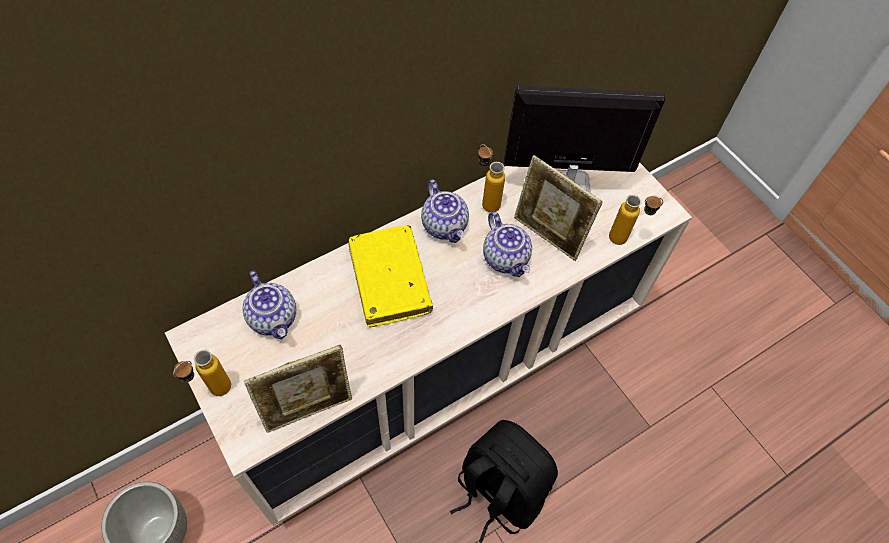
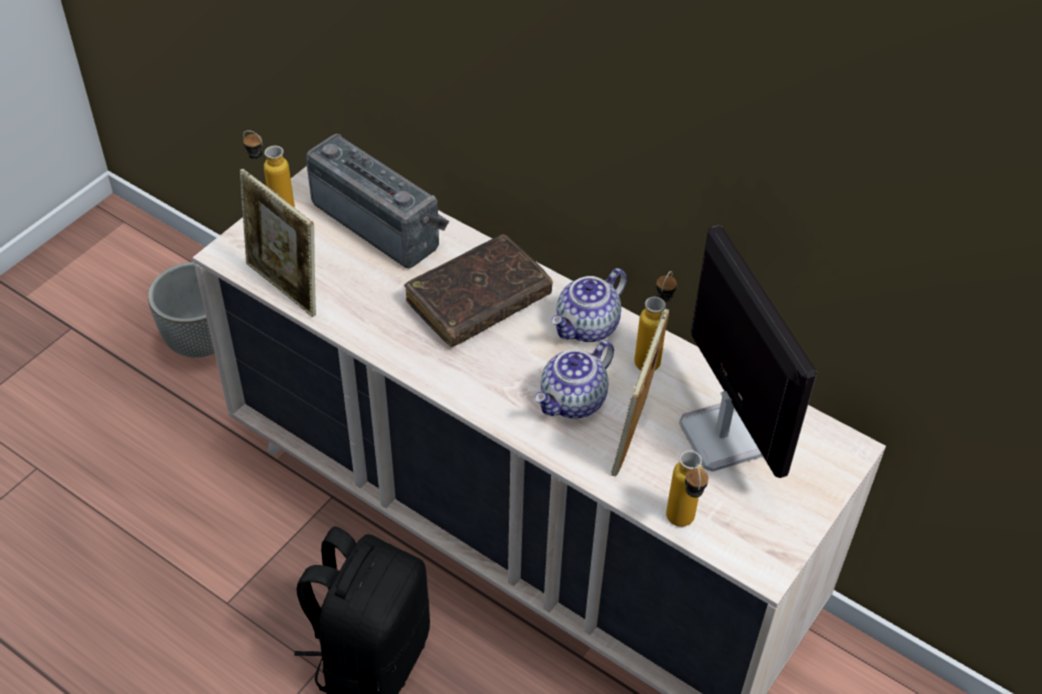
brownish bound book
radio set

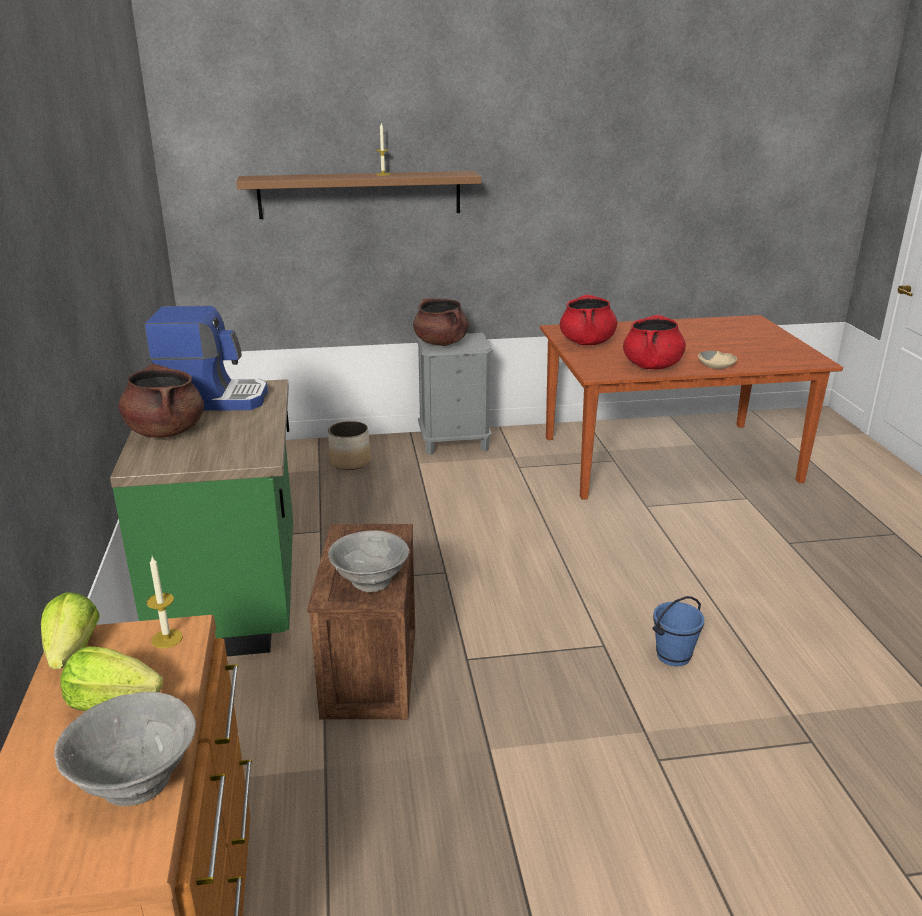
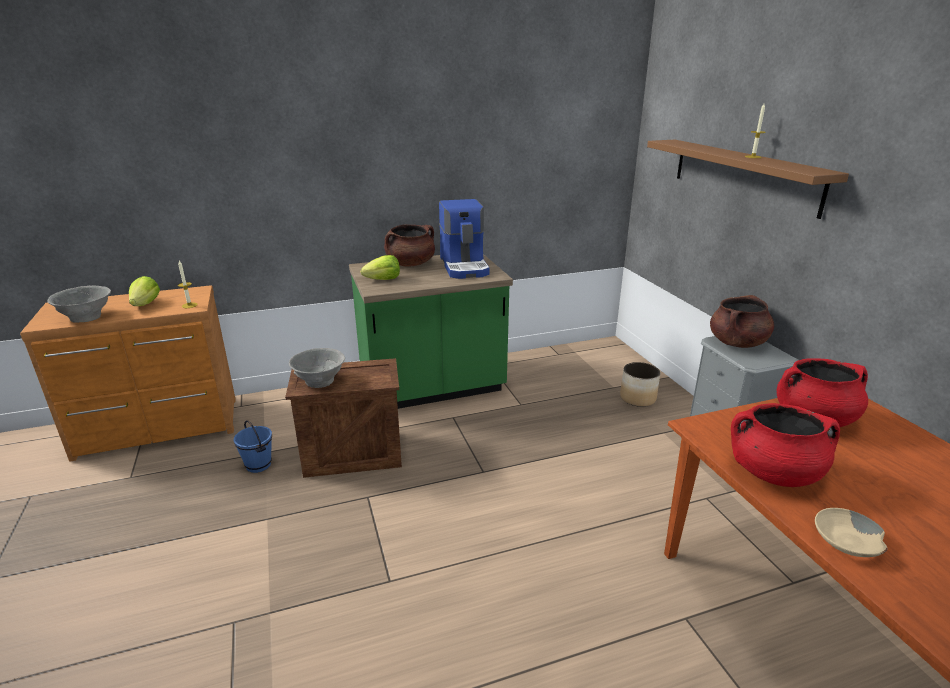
lettuce (2nd from left)
blue pail

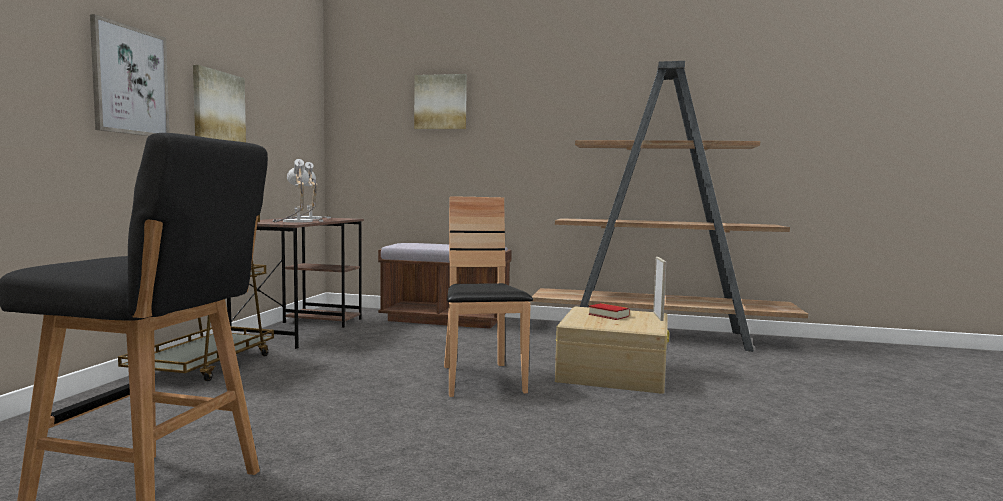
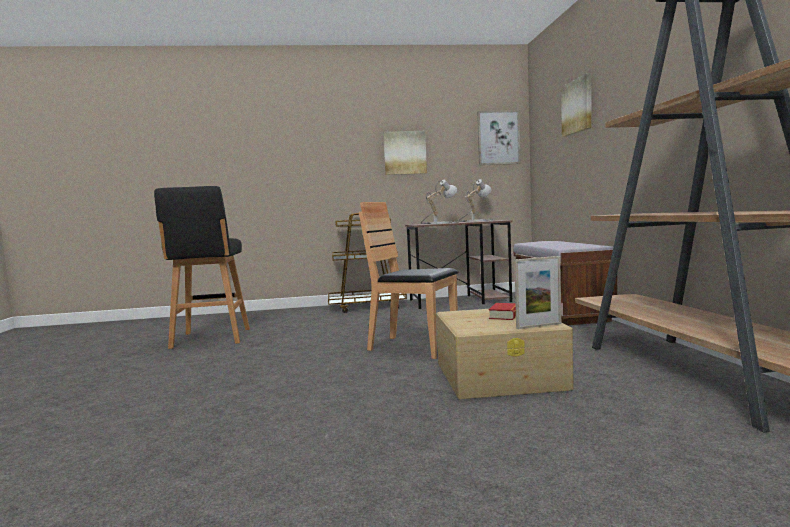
wall art (2nd from left)
brownish upright chair

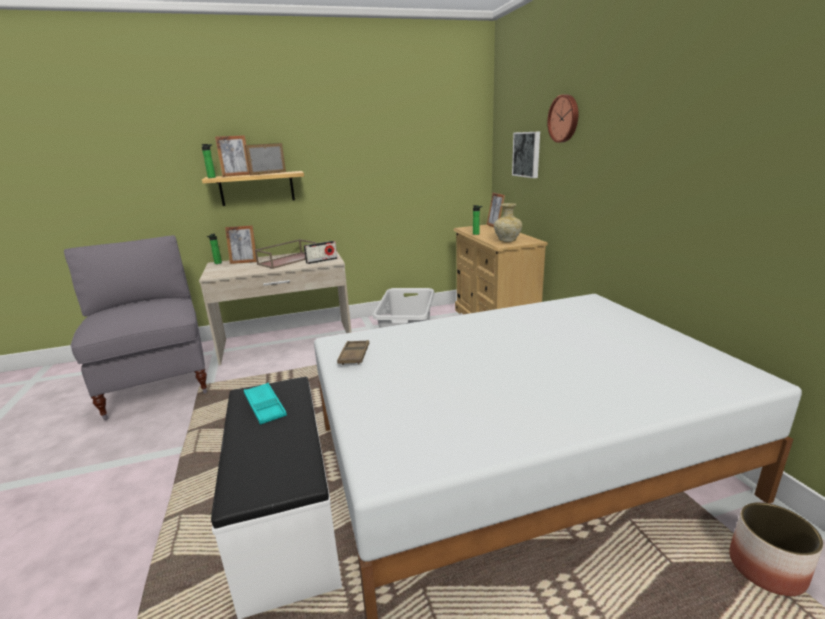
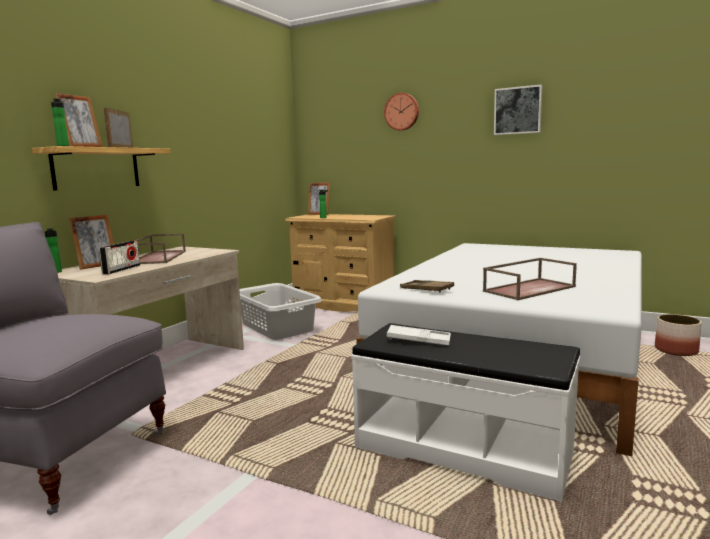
wall art
beige-coloured vase
radio set
white-coloured serving tray
brownish serving tray (3rd from left)

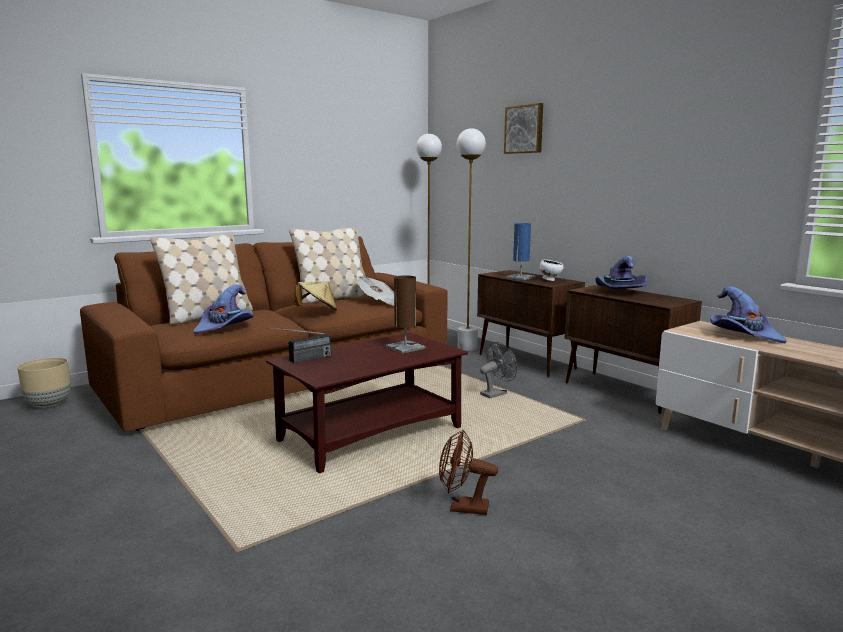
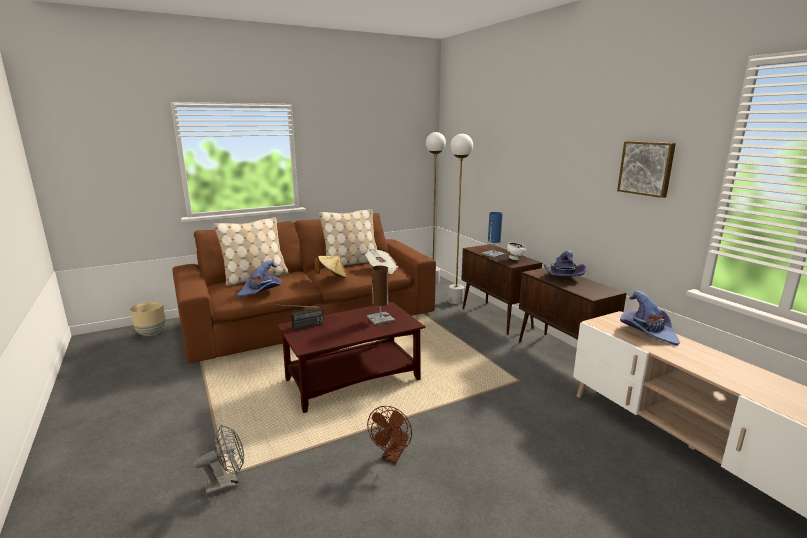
wall art
grey cooling fan
brownish cooling fan

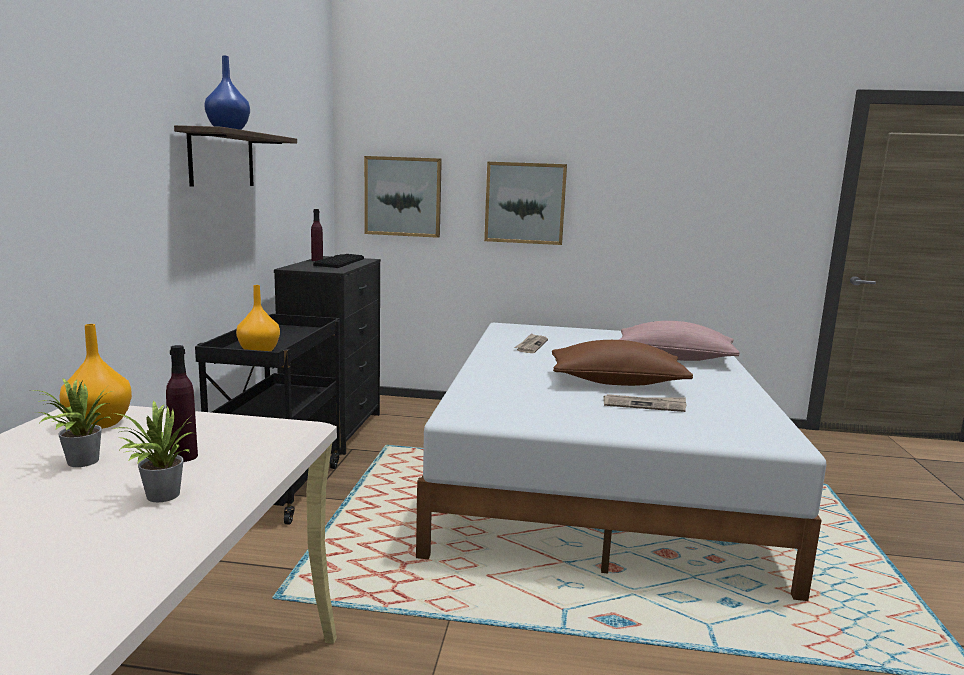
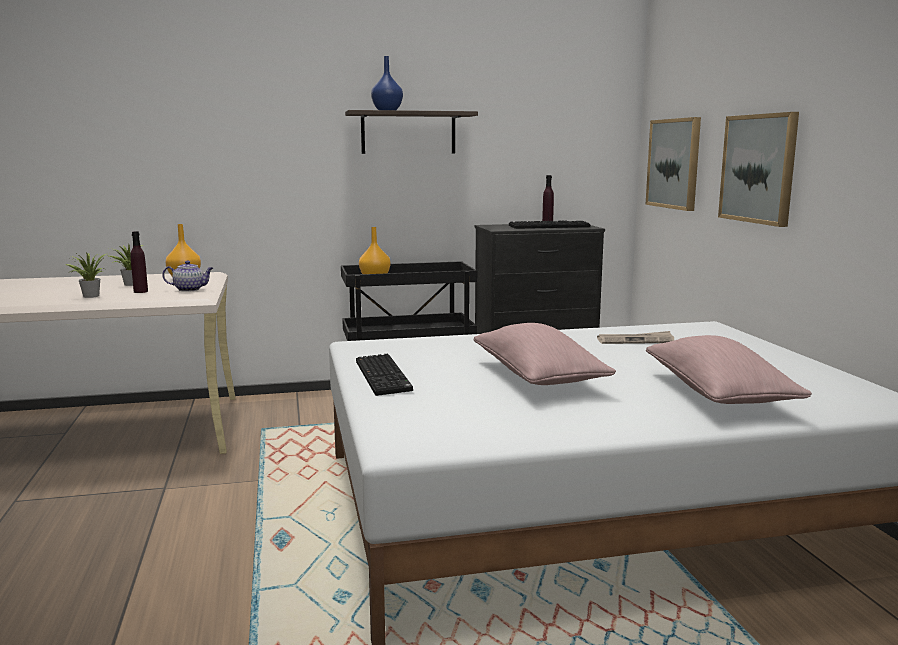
pink cushion (1st from left)
printed paper (2nd from left in the first image)
pot for tea
keyboard (1st from left)

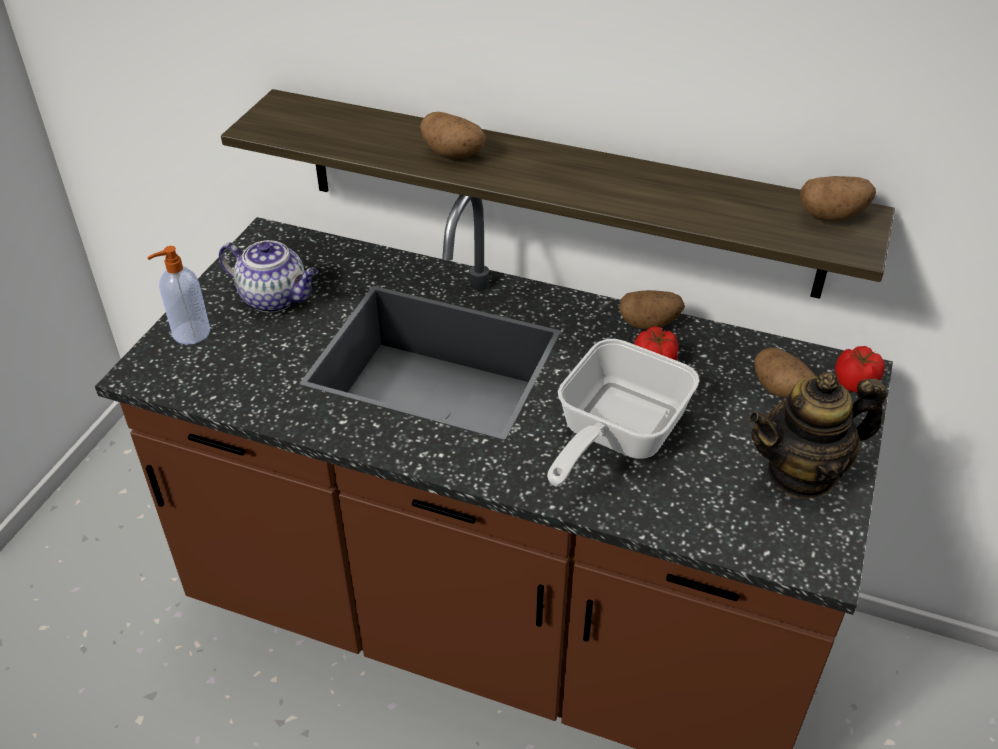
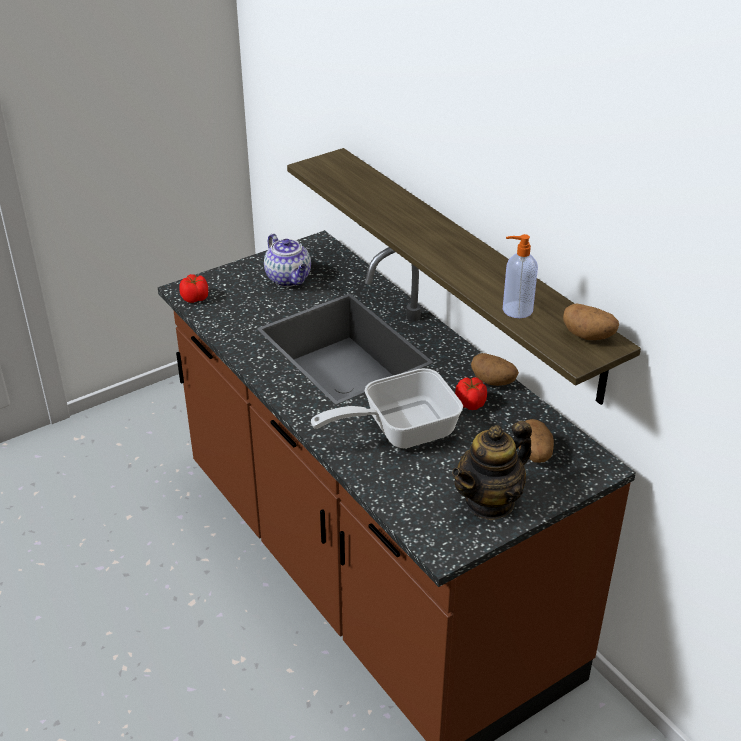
whole potato (1st from left in the first image)
liquid soap bottle
fresh tomato (1st from left)
pot for tea (2nd from left)

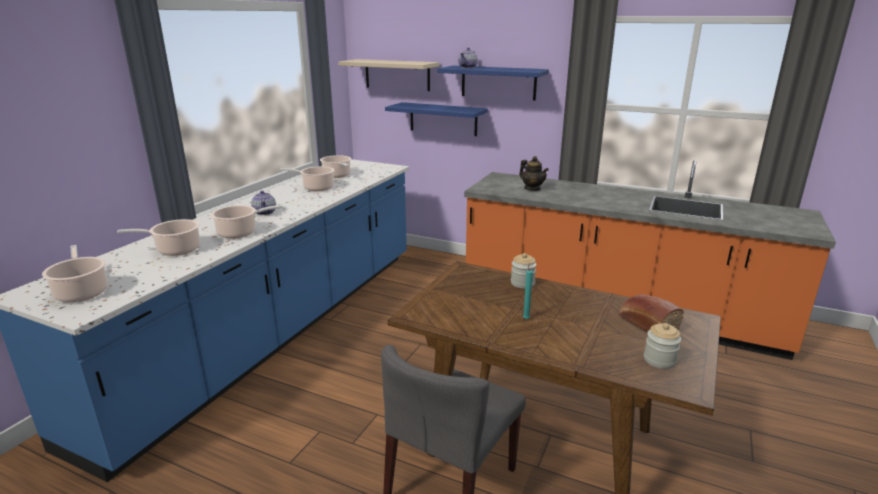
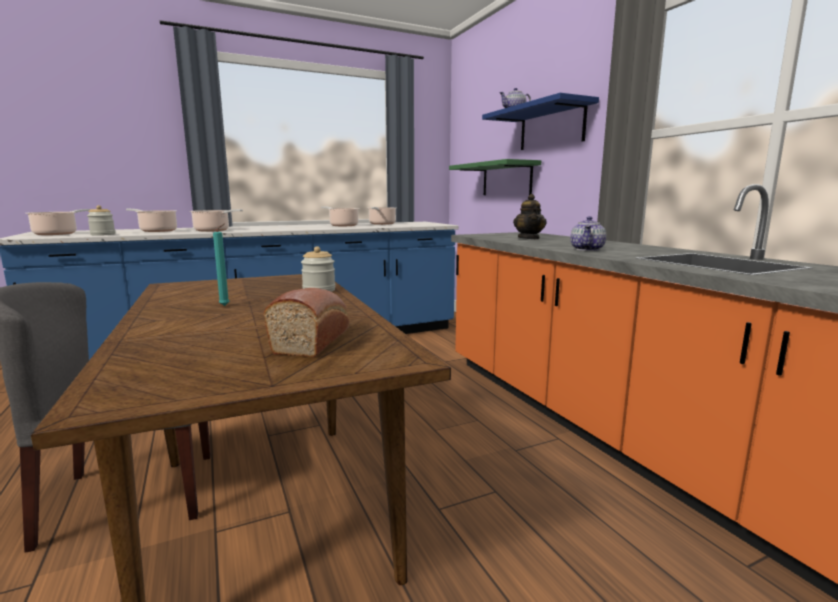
beige-coloured bracket shelf
green-coloured bracket shelf
pot for tea (3rd from left)
jar (1st from left)

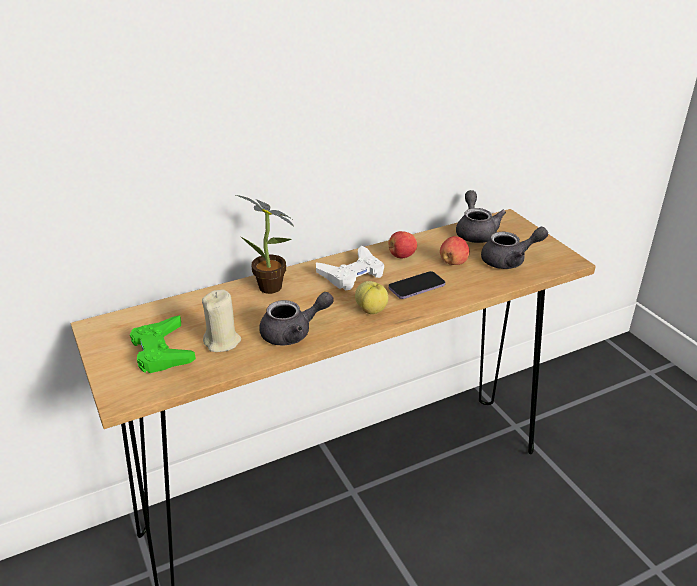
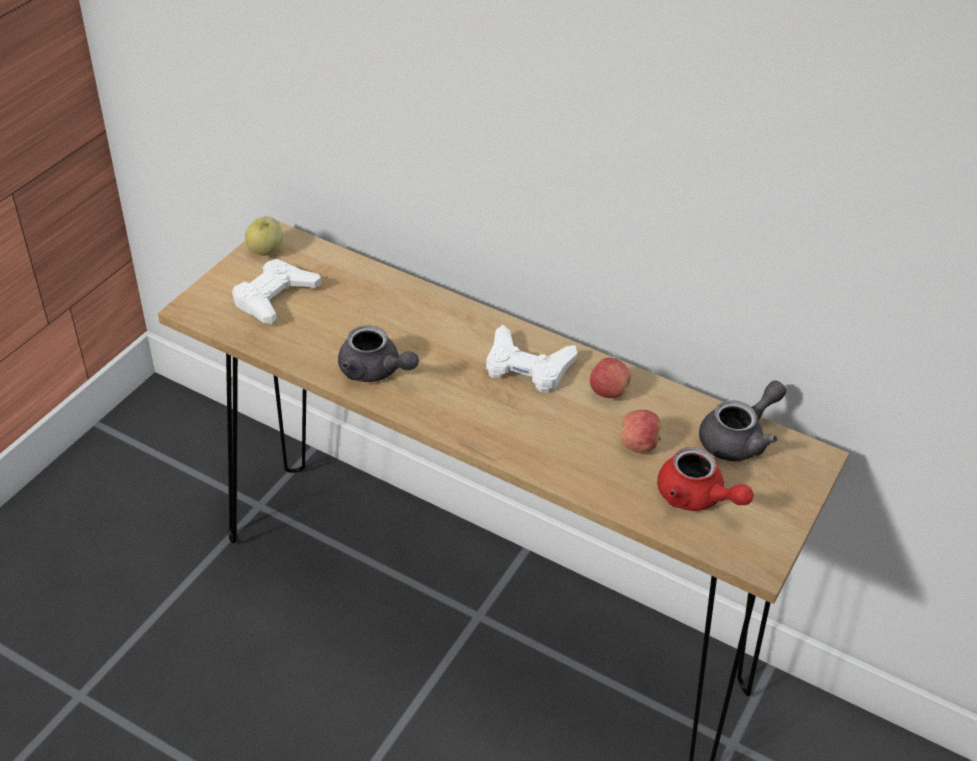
potted plant
red-coloured pot for tea
handset
apple (1st from left)
beige-coloured wax candle
white-coloured game controller (1st from left)

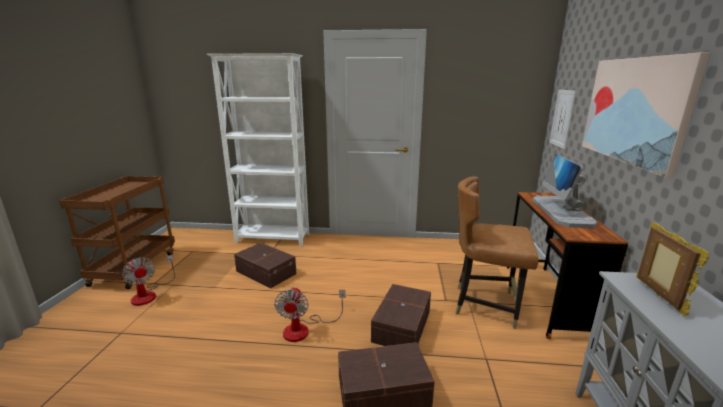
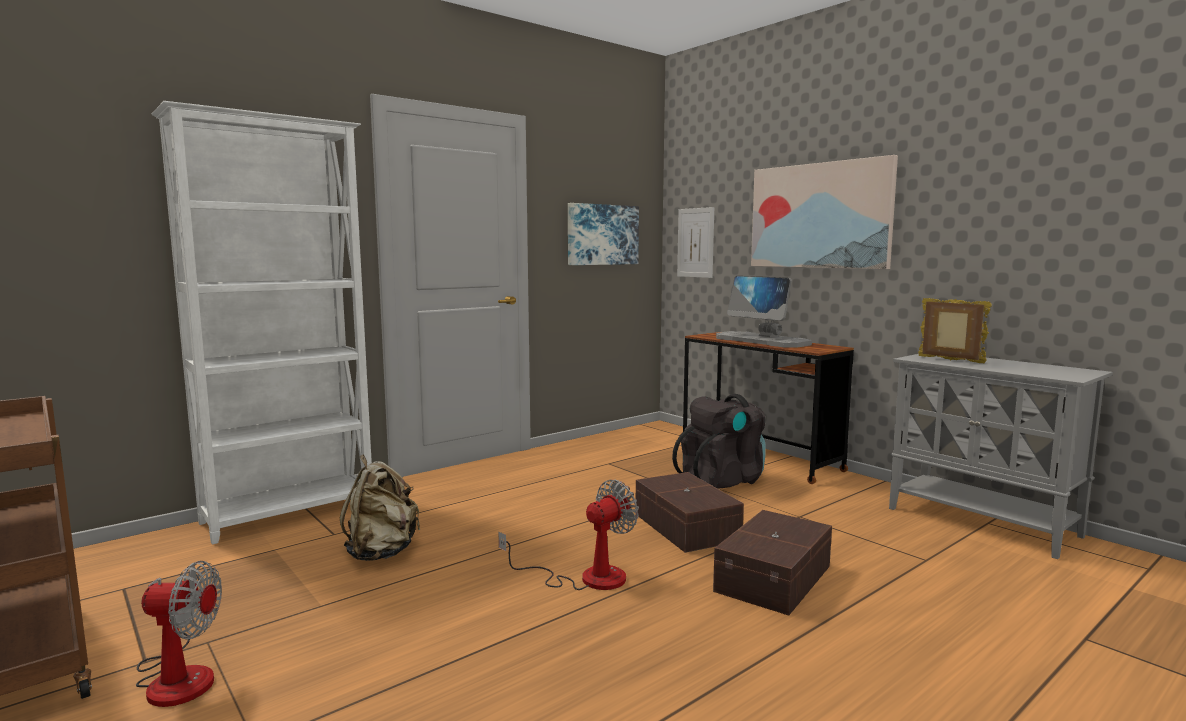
black knapsack
beige-coloured knapsack
cooling fan (2nd from left)
wall art (1st from left)

